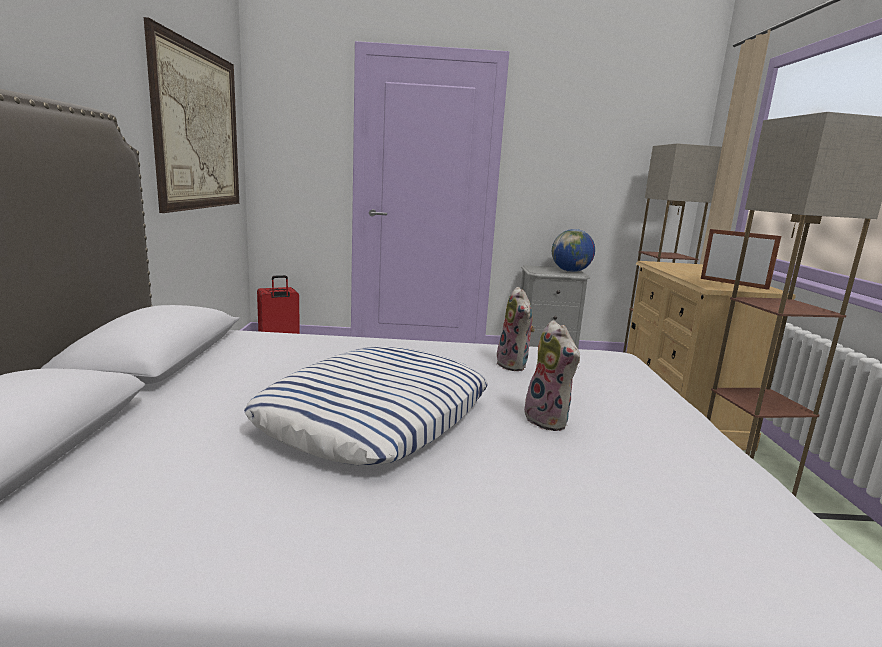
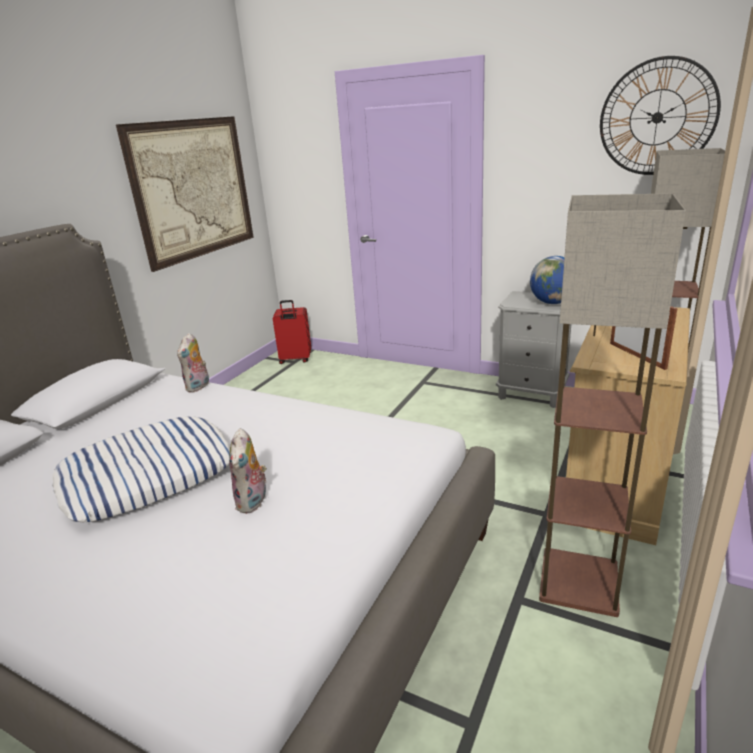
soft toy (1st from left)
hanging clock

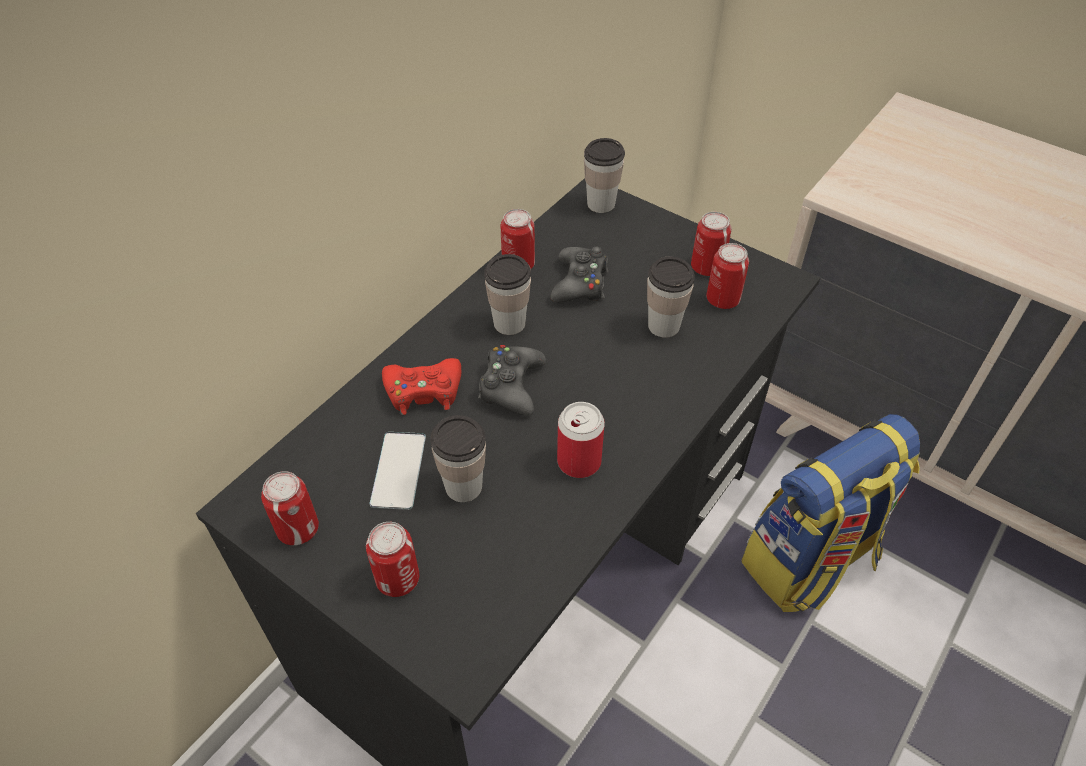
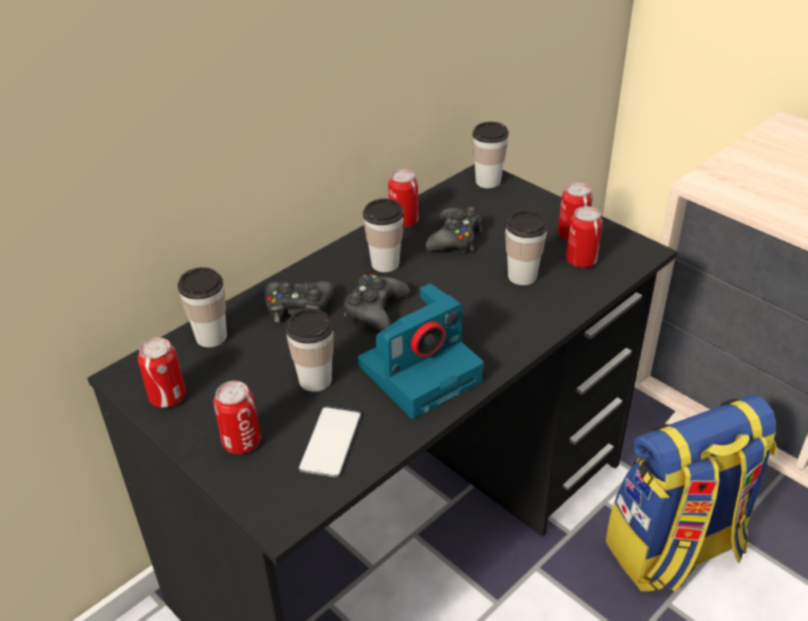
black game controller (1st from left)
still camera
handset
cup (1st from left)

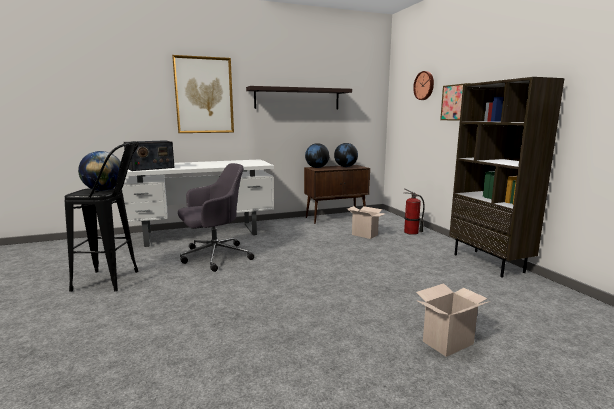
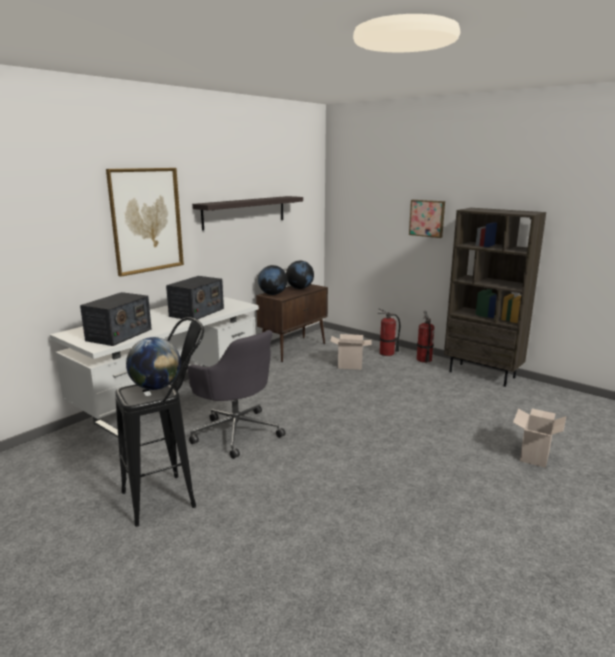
hanging clock
grey desk chair
radio set (2nd from left)
extinguisher (2nd from left)

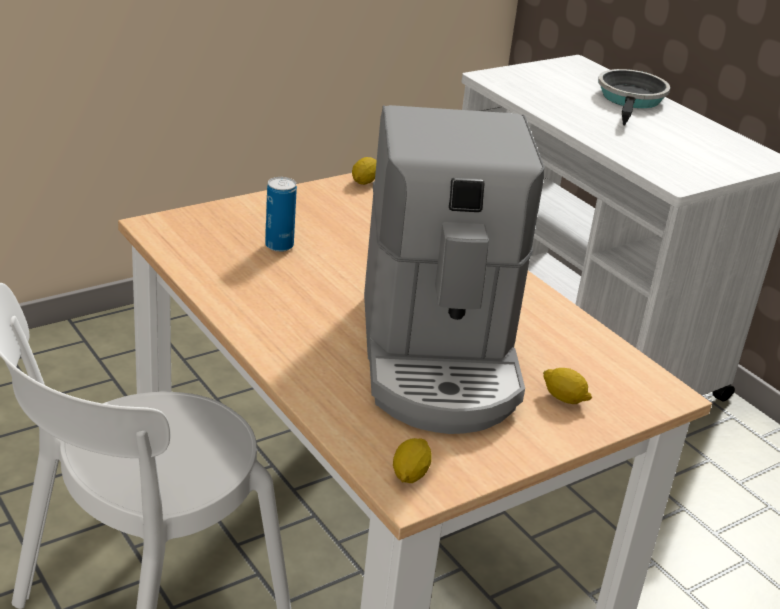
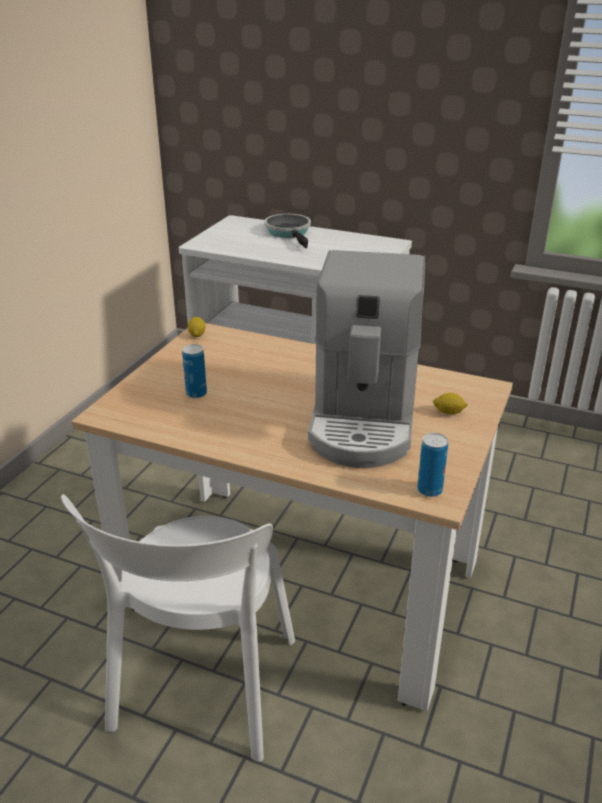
coffee brewer
can (2nd from left)

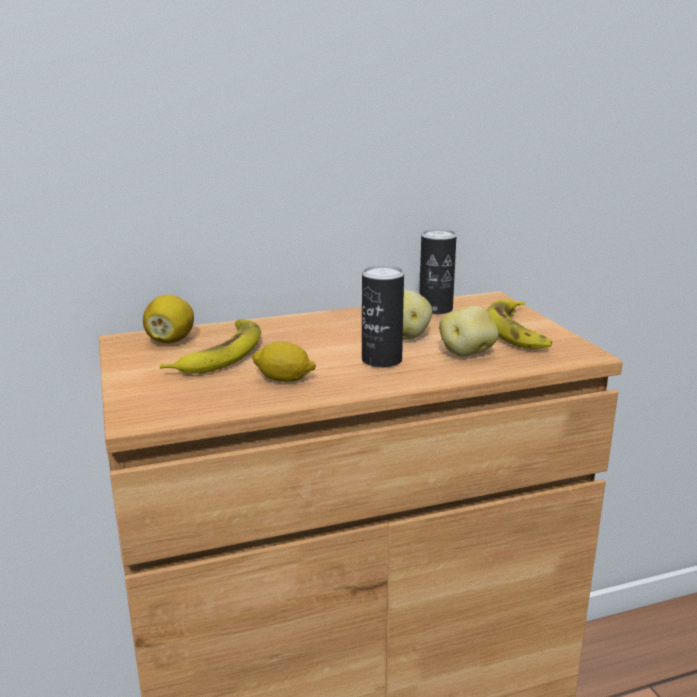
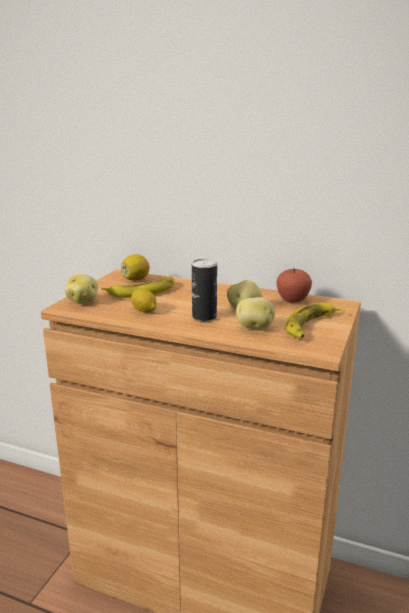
apple
whole potato (1st from left)

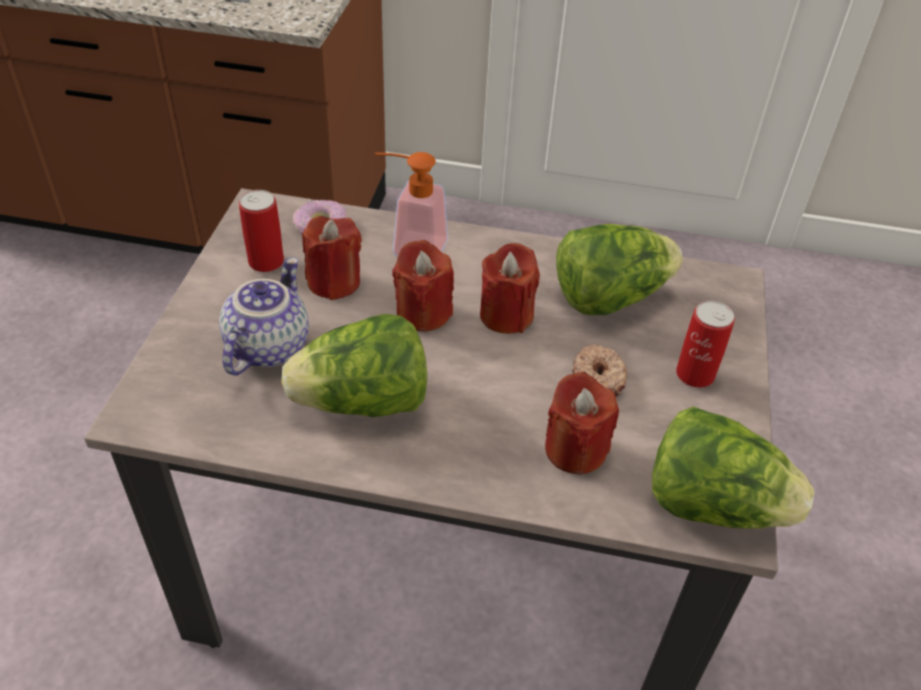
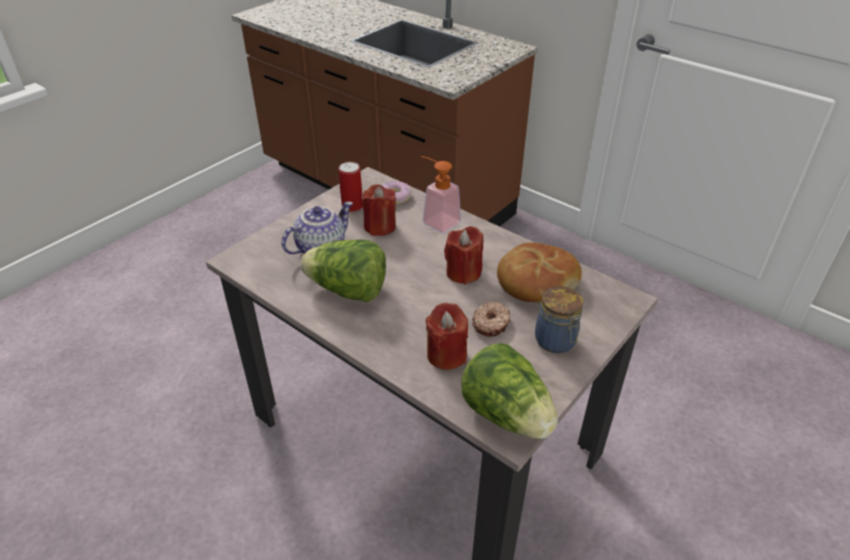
bread
red-coloured wax candle (2nd from left in the first image)
jar

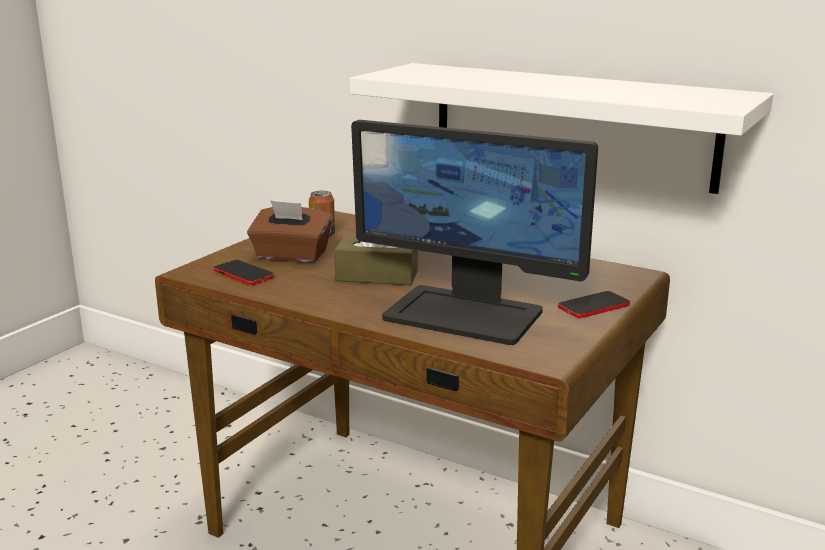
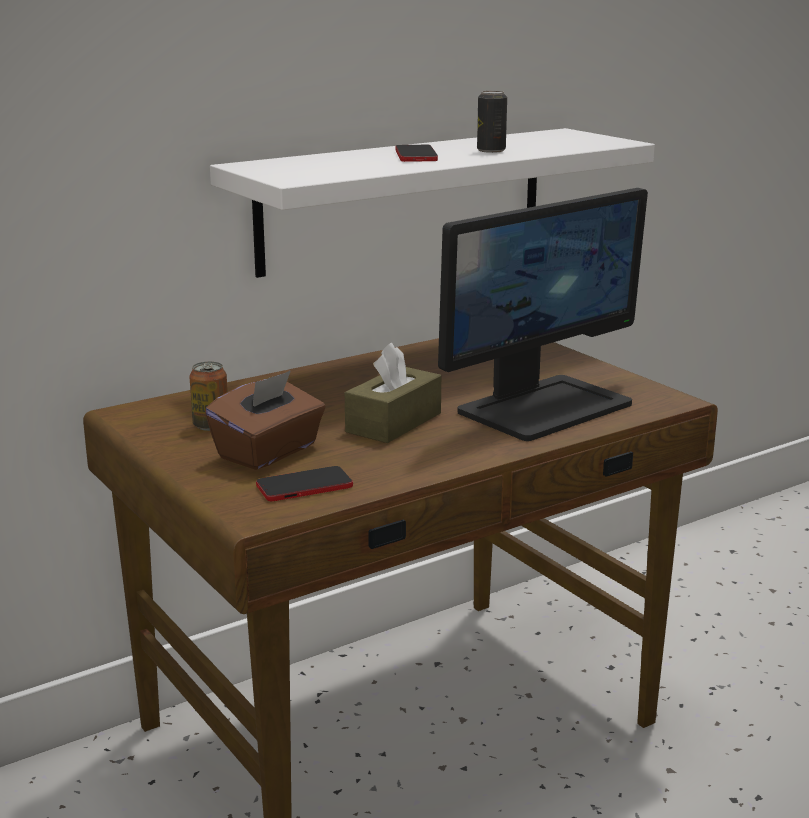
handset (2nd from left)
can (2nd from left)

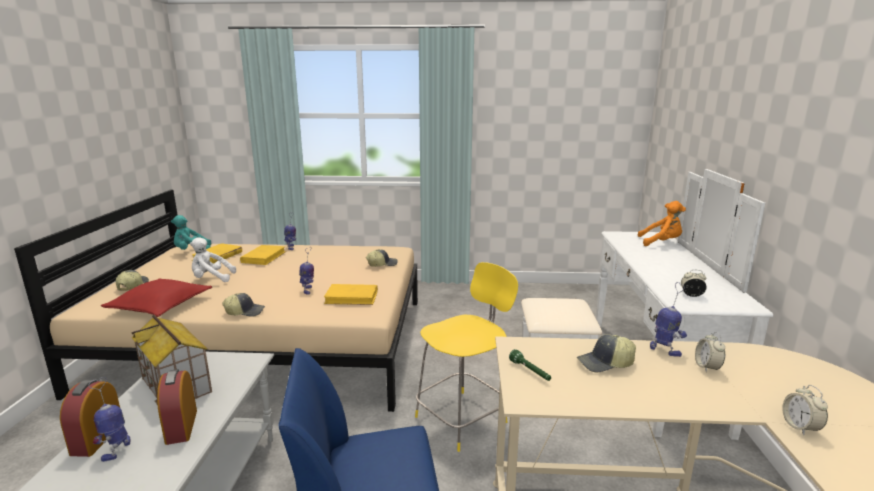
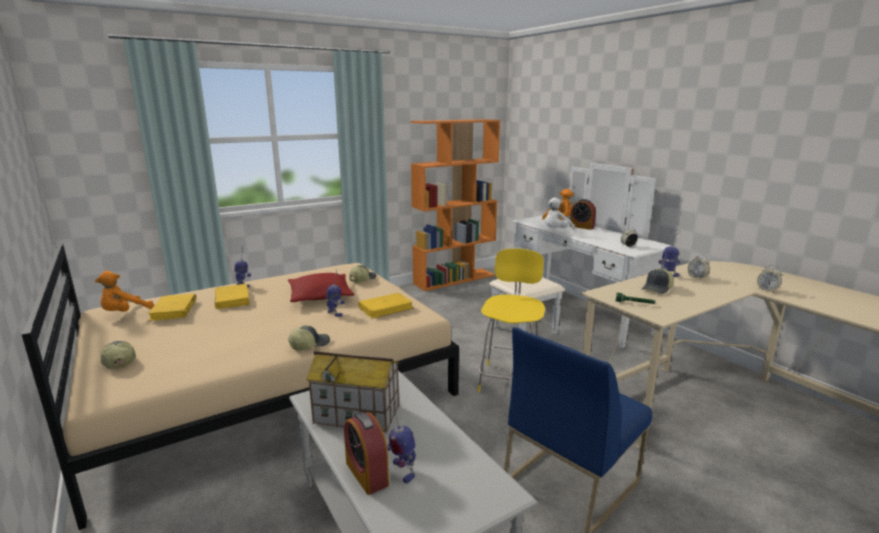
orange soft toy (1st from left)
white-coloured soft toy
red-coloured cushion
alarm clock (2nd from left)
orange bookshelf

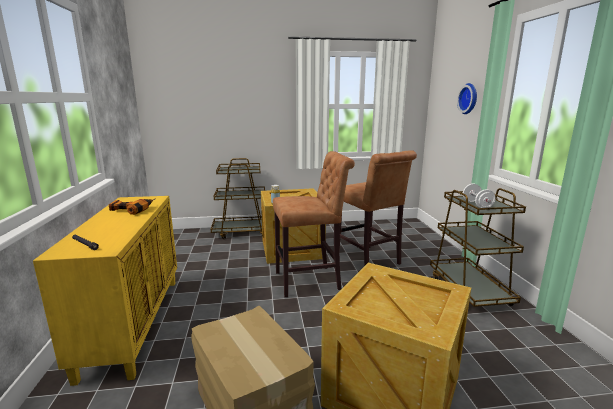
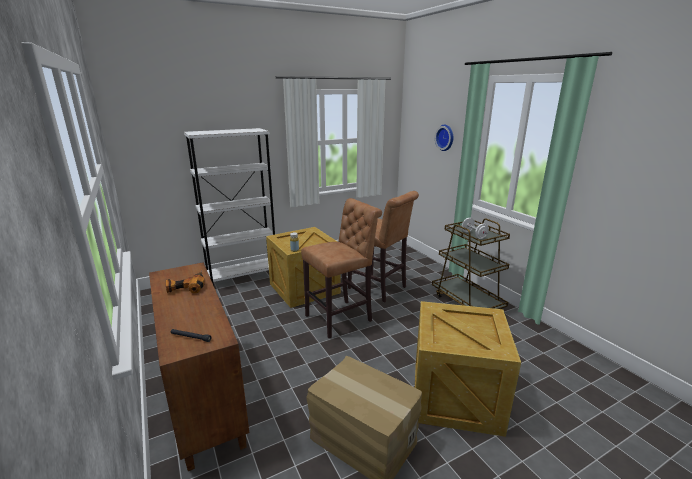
white-coloured bookshelf
brownish cupboard

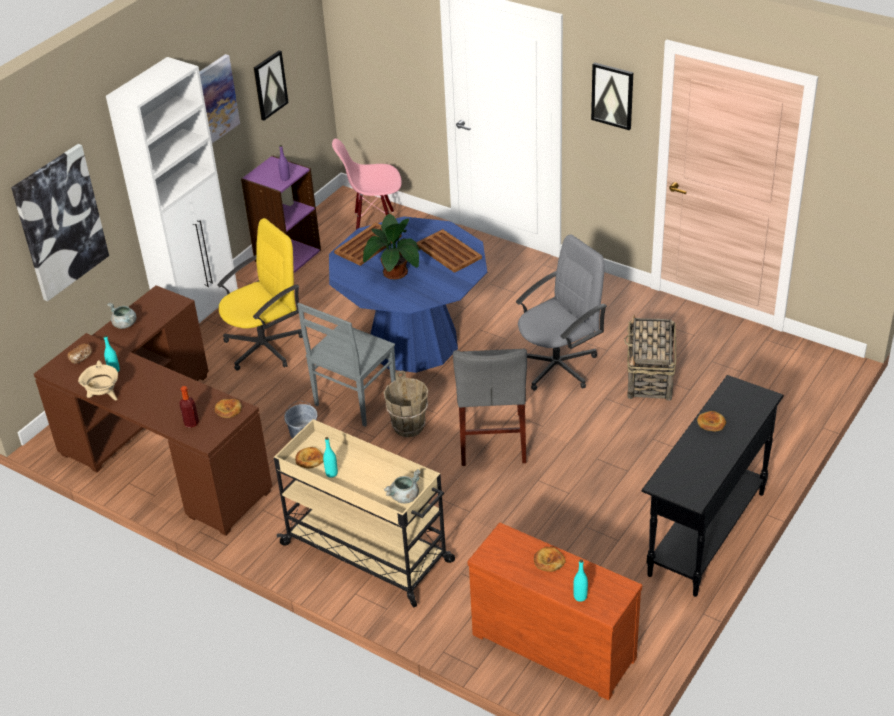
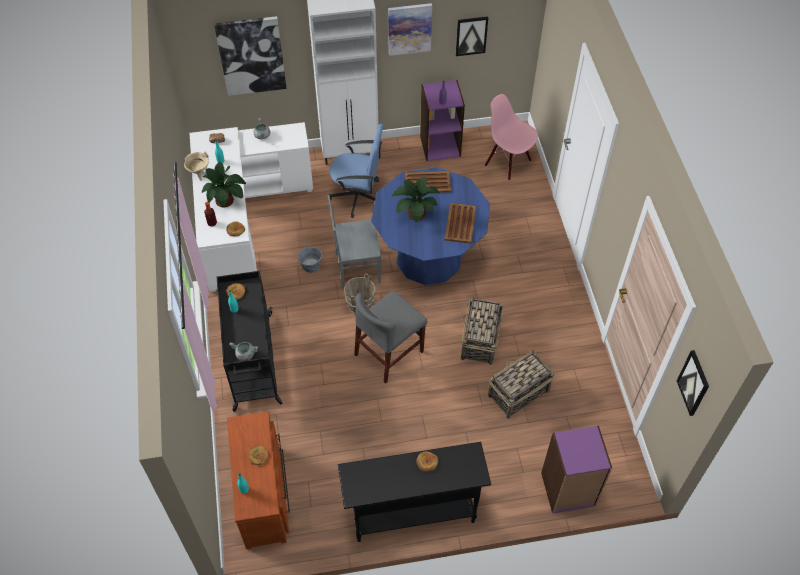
wall art (4th from left)
blue desk chair
household basket (1st from left)
white-coloured desk
black cart
potted plant (1st from left)
purple-coloured bookshelf (2nd from left)

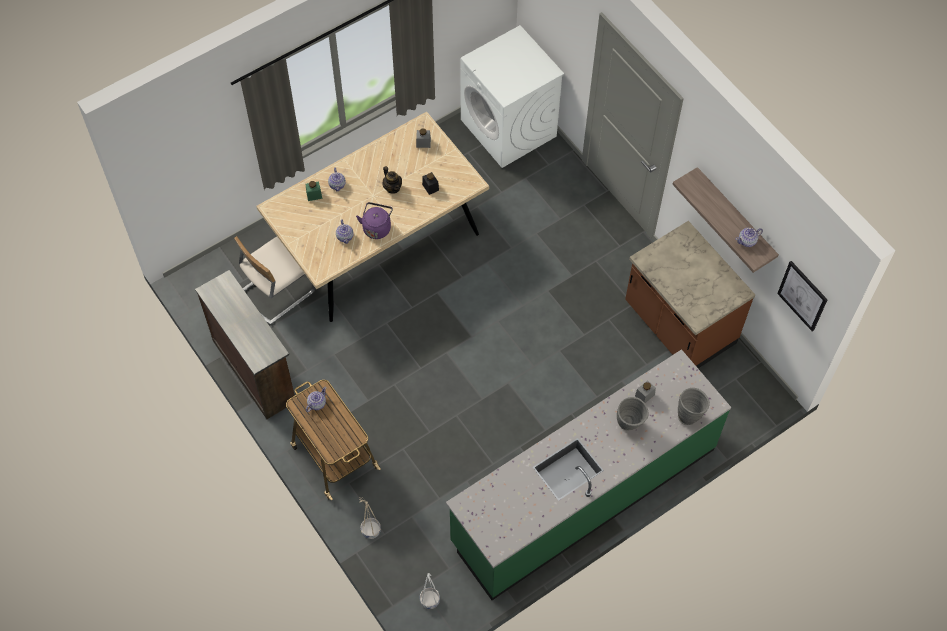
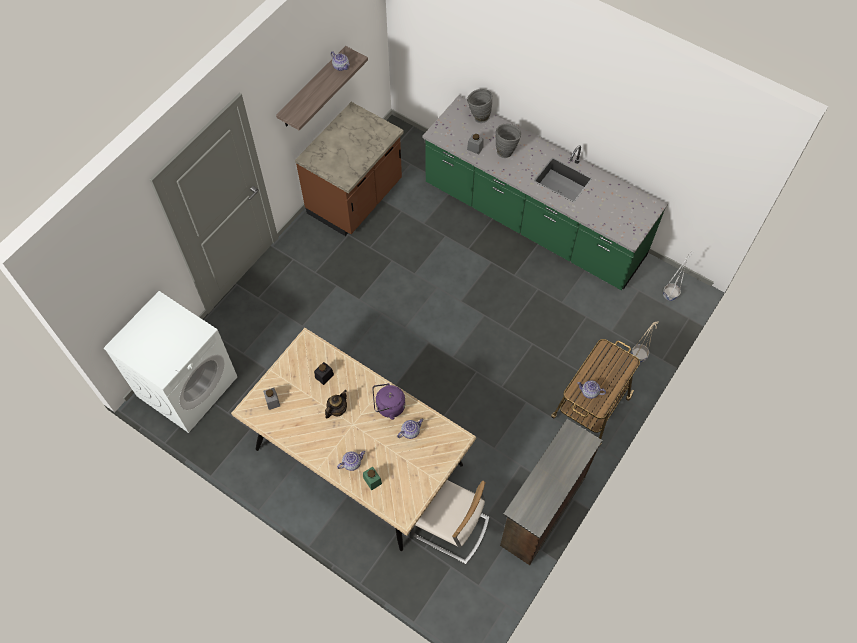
wall art

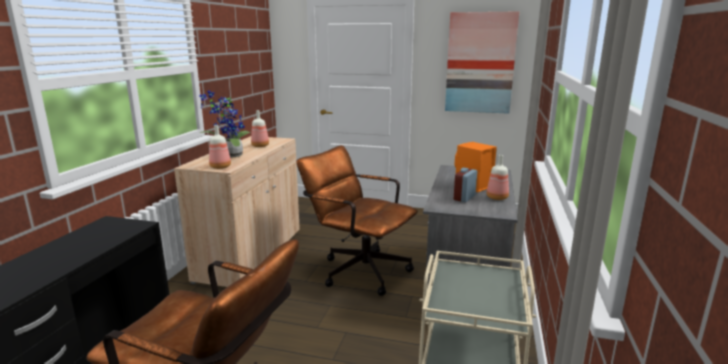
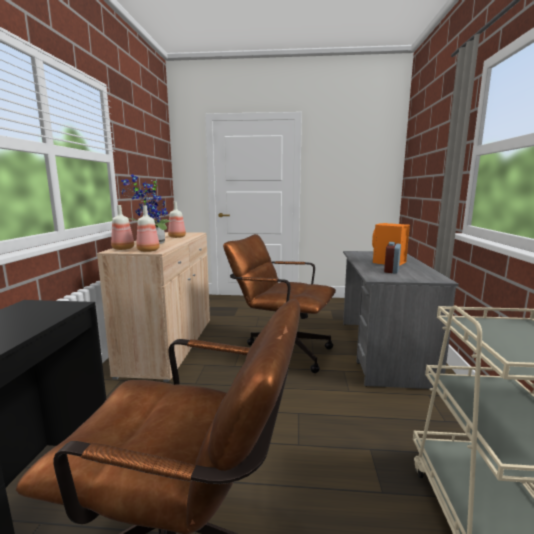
wall art
drink bottle (1st from left)

